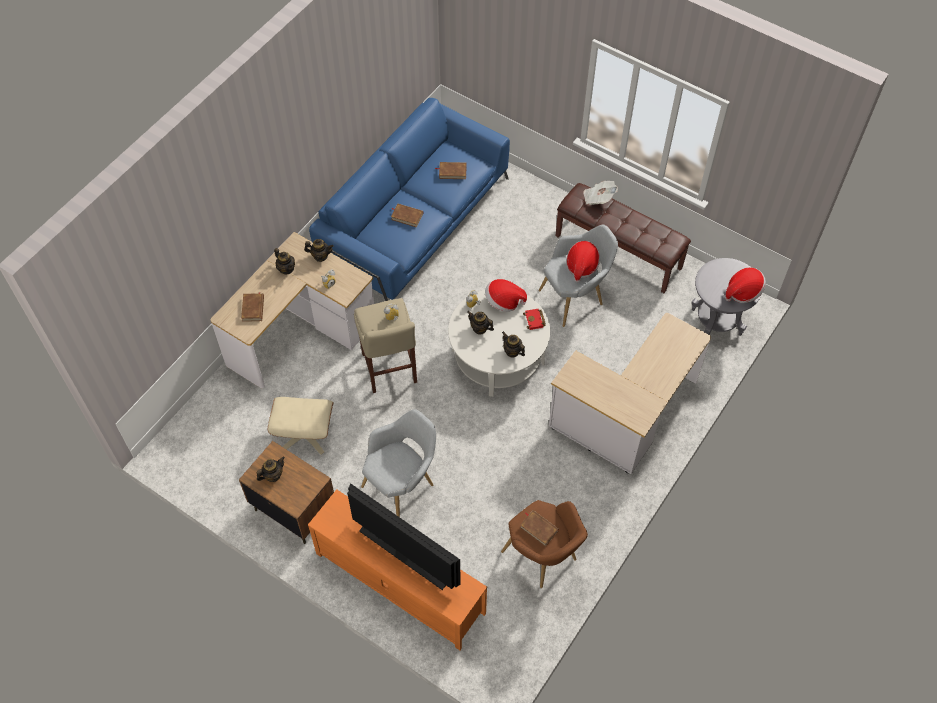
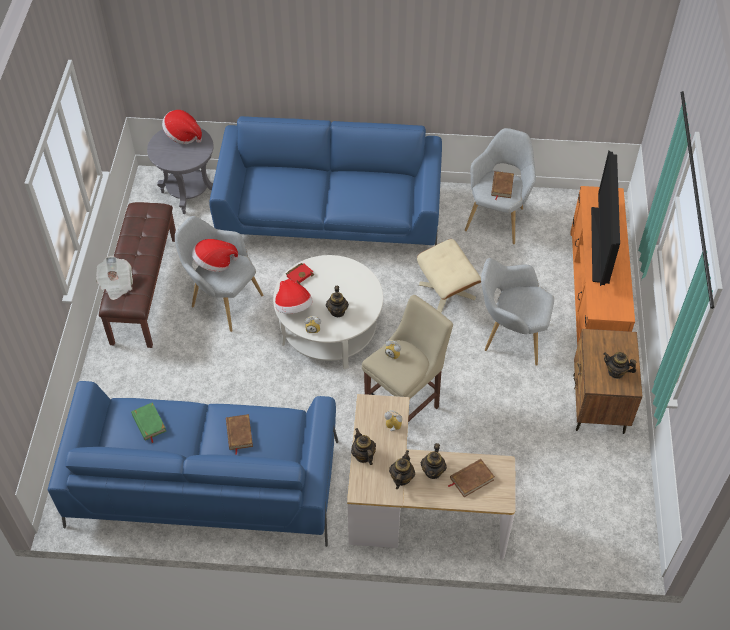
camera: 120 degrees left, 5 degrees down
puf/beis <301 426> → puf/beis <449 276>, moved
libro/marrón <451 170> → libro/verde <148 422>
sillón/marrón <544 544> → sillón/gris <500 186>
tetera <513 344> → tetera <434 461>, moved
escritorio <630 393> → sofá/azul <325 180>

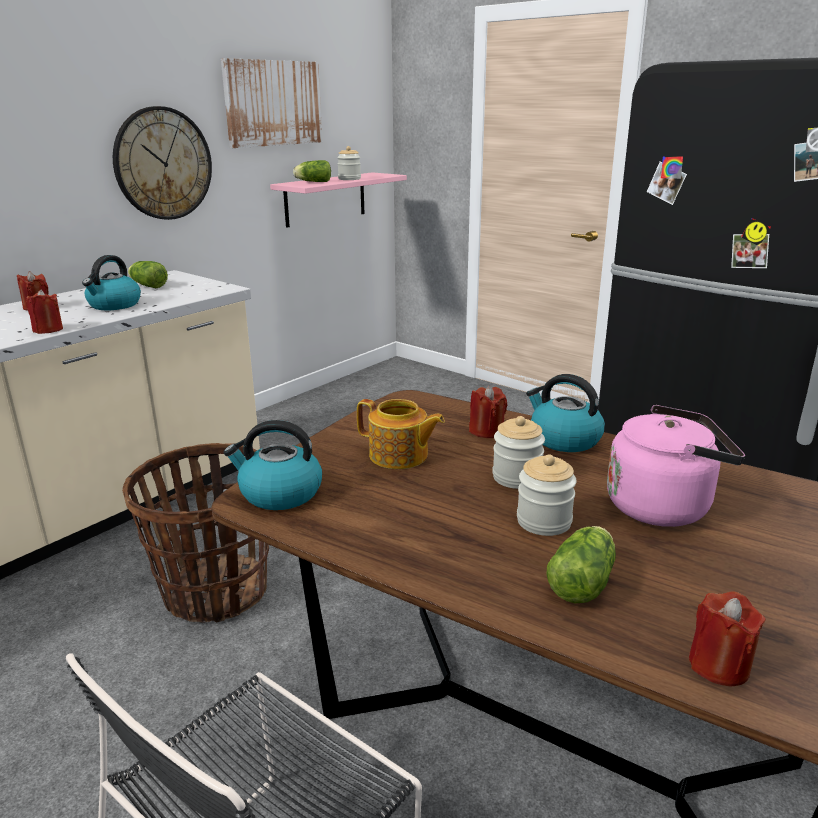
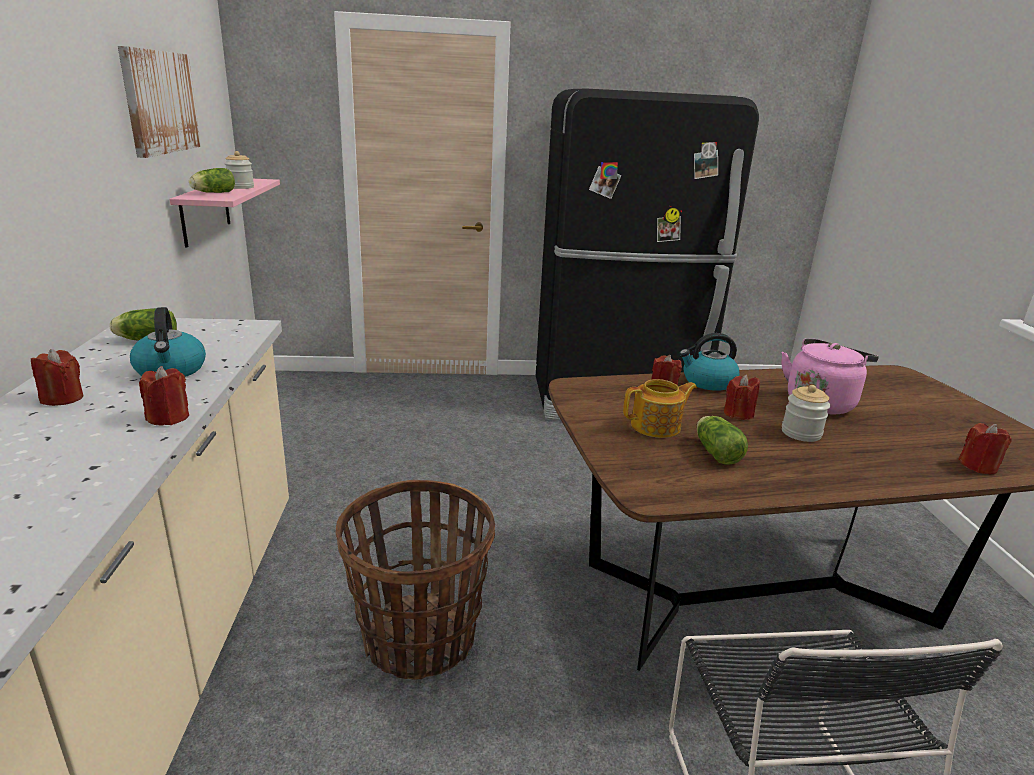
camera: 45 degrees left, 0 degrees up
reloj de pared <162 163> → -
hervidor <273 465> → -
tarro <518 452> → vela/rojo <742 397>
lechuga <581 564> → lechuga <722 440>, moved

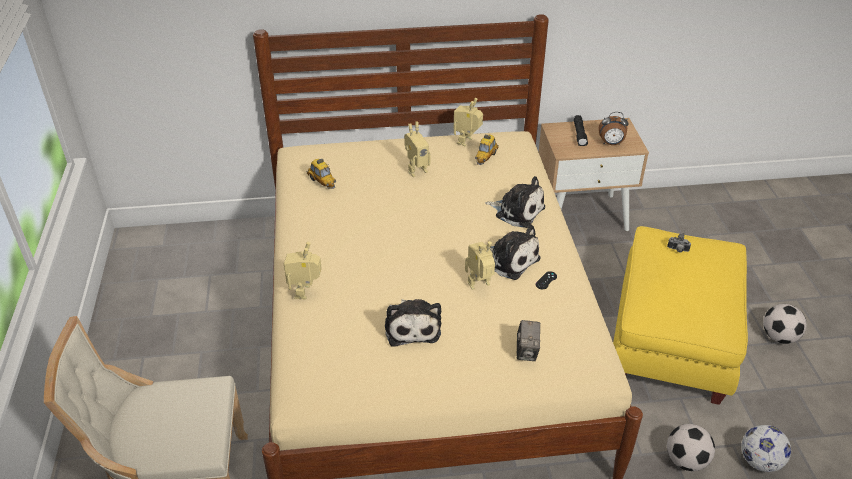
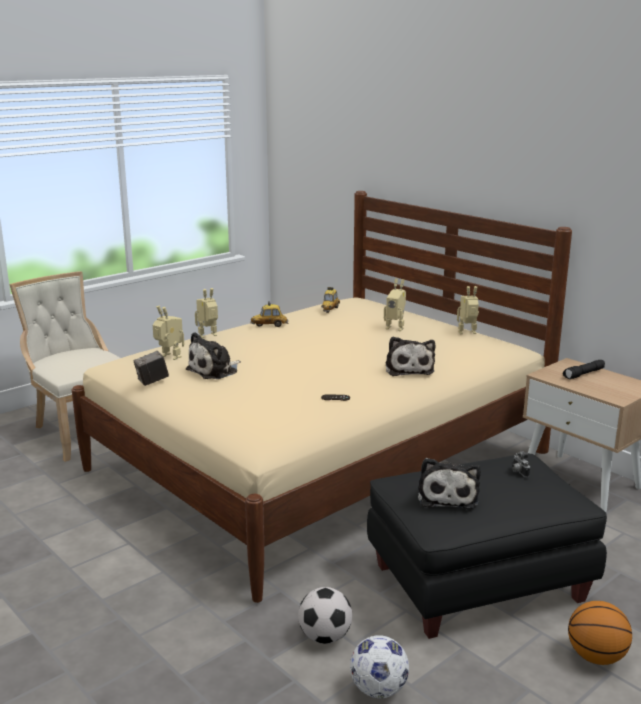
camera: 55 degrees right, 20 degrees down
robot de juguete <480 265> → robot de juguete <168 333>, moved
coche de juguete <487 150> → coche de juguete <269 314>, moved
peluche <515 252> → peluche <449 483>, moved
cámara <528 340> → cámara <151 368>, moved
despertador <614 128> → -
puf/amarillo <680 315> → puf/negro <487 546>
balón de fútbol <785 324> → balón de baloncesto <600 633>

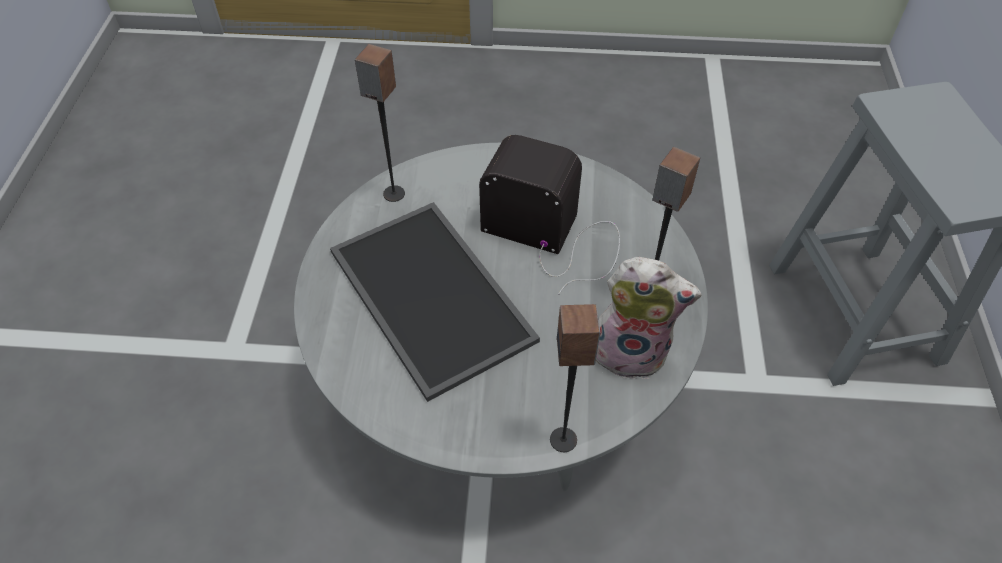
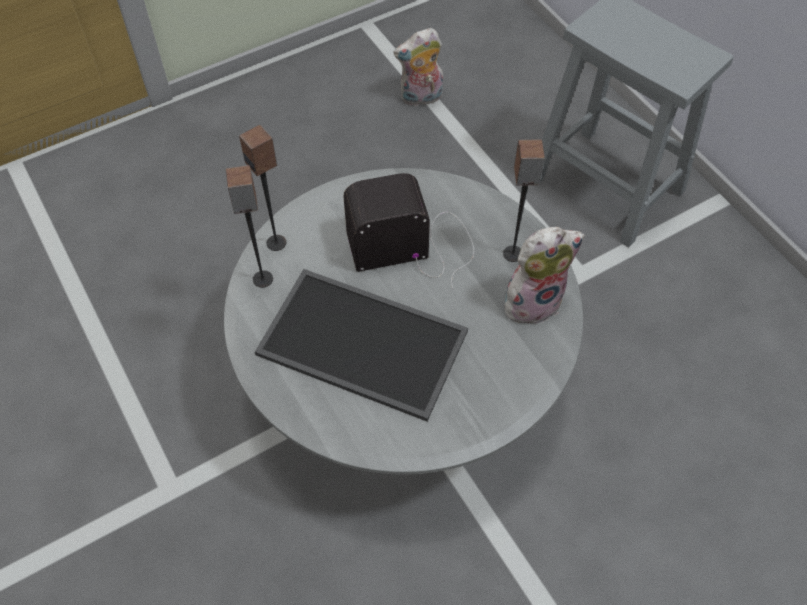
camera: 35 degrees left, 5 degrees up
altavoz <575 378> → altavoz <262 188>, moved
- → peluche <418 67>

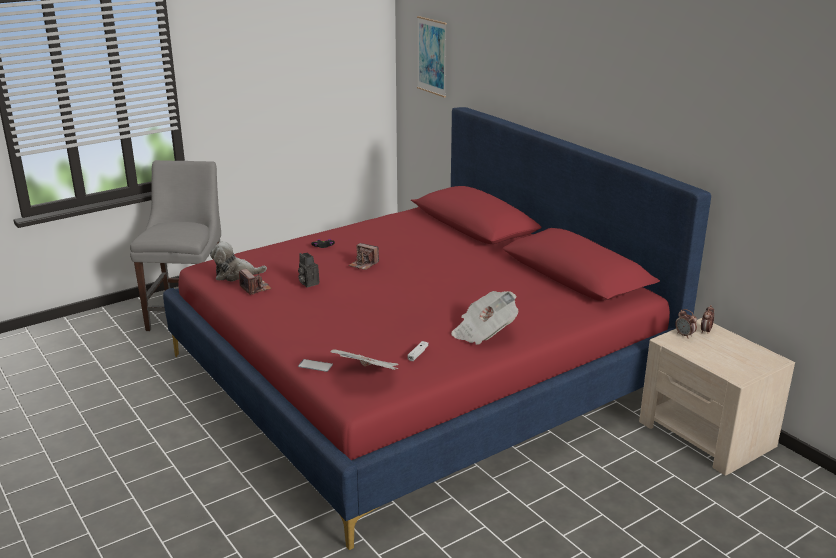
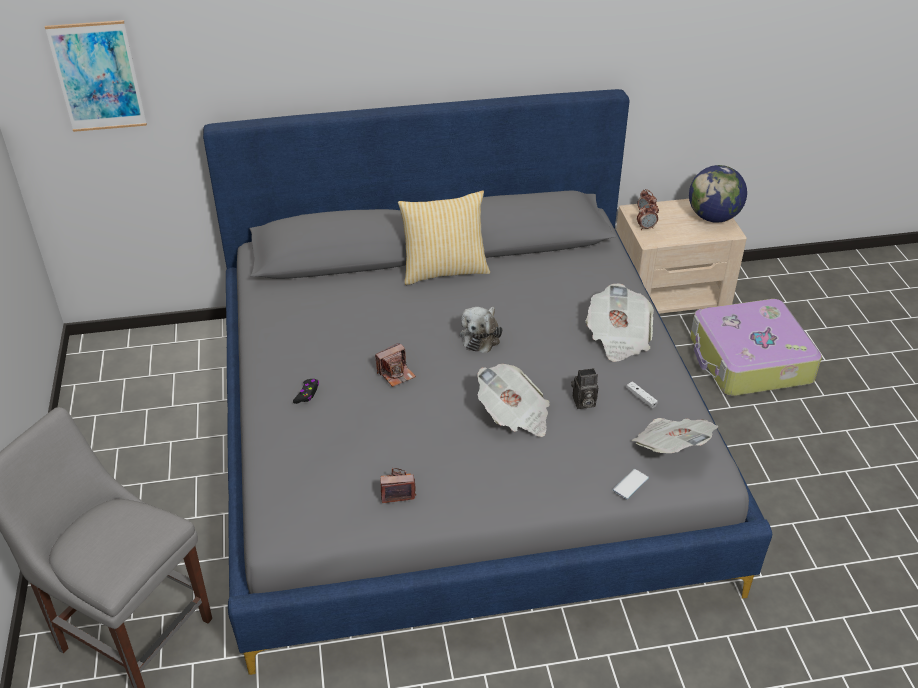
camera: 65 degrees left, 15 degrees up
cama/rojo <437 328> → cama/gris <487 382>
peluche <238 261> → peluche <481 329>, moved
cámara <308 270> → cámara <584 388>, moved
- → cojín <444 237>
- → periódico <513 400>
- → globo terráqueo <718 194>
- → maleta <756 347>

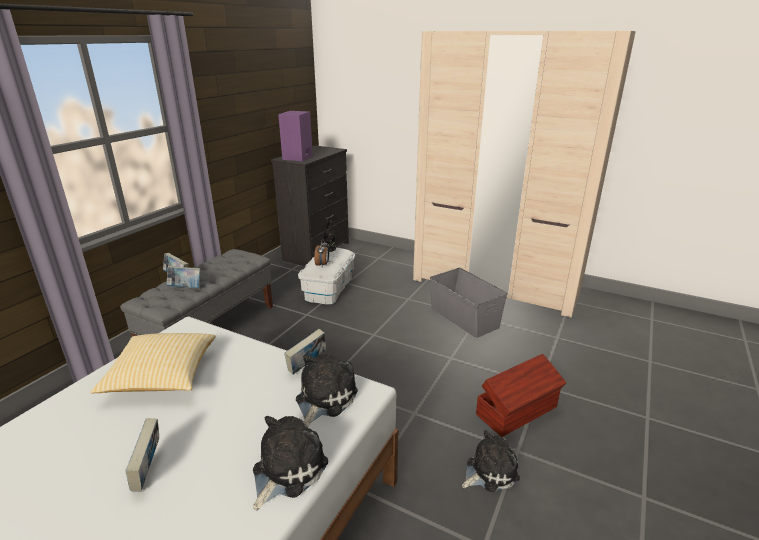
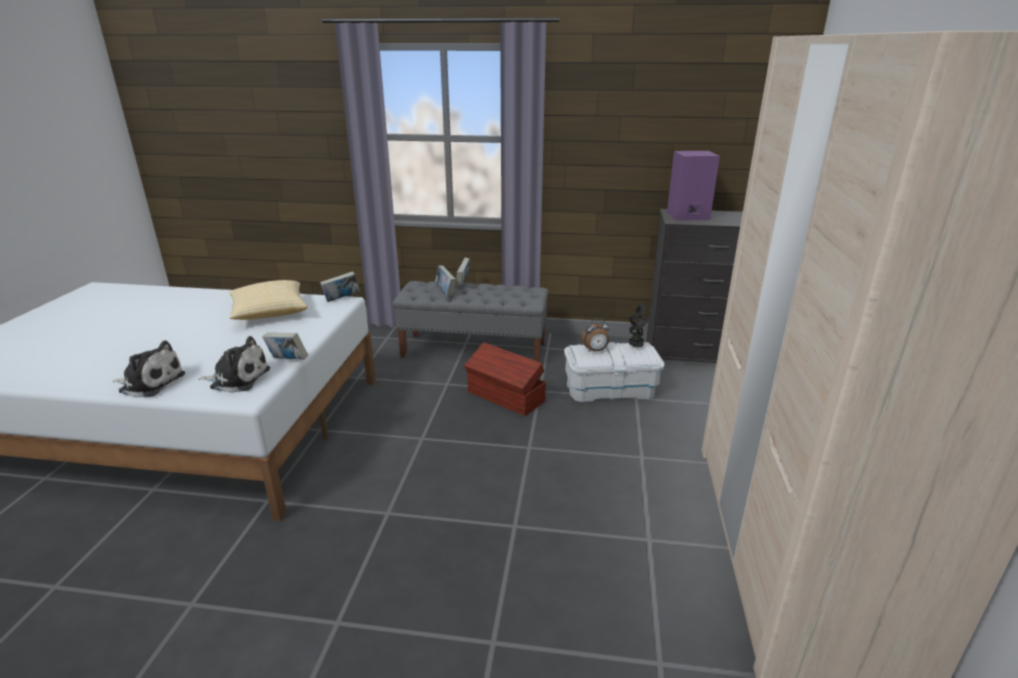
camera: 70 degrees right, 0 degrees up
libro <142 455> → libro <340 286>, moved
caja de almacenaje/gris <469 303> → -
peluche <491 461> → -
caja de almacenaje/marrón <521 395> → caja de almacenaje/marrón <505 379>, moved

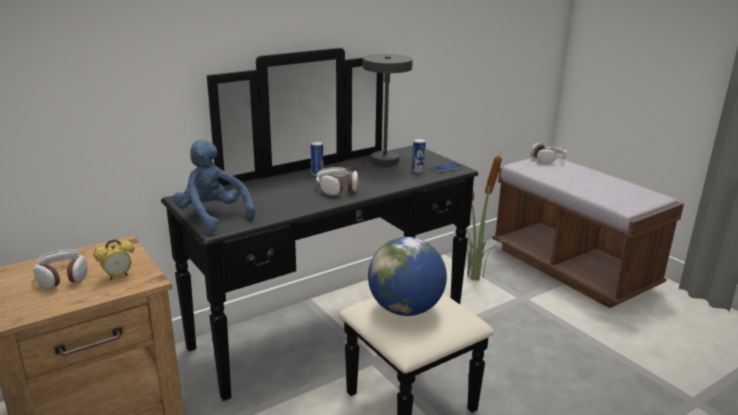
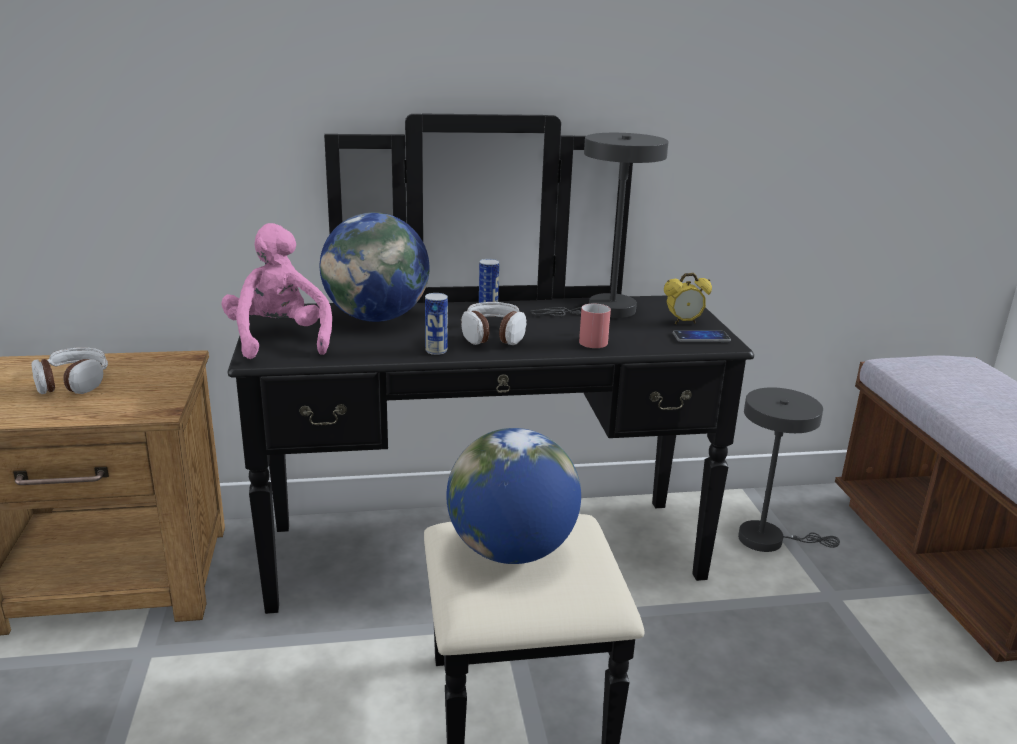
camera: 25 degrees right, 0 degrees up
despertador <113 259> → despertador <688 298>, moved
peluche/azul <214 185> → peluche/rosa <276 291>
lata <419 156> → lata <436 324>, moved
planta en maceta <479 214> → lámpara de mesa/gris <789 469>
auriculares <549 153> → -
- → globo terráqueo <374 267>
- → taza grande/rojo <595 325>

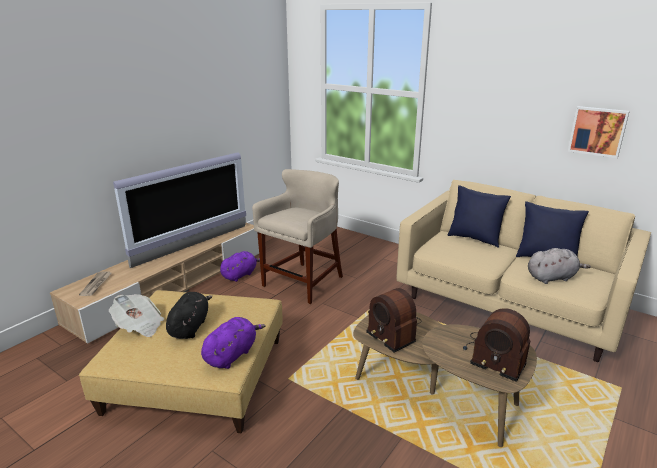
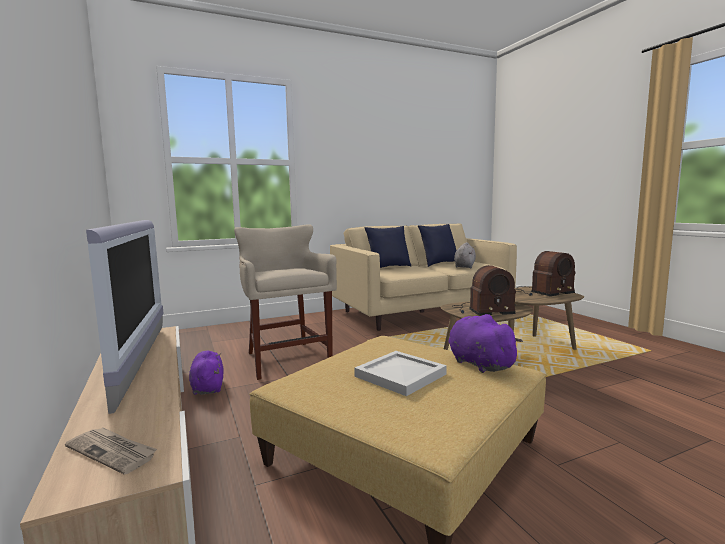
camera: 60 degrees left, 15 degrees down
periódico <136 315> → -
peluche/negro <189 315> → bandeja/blanco <400 373>
cuadro <599 132> → -

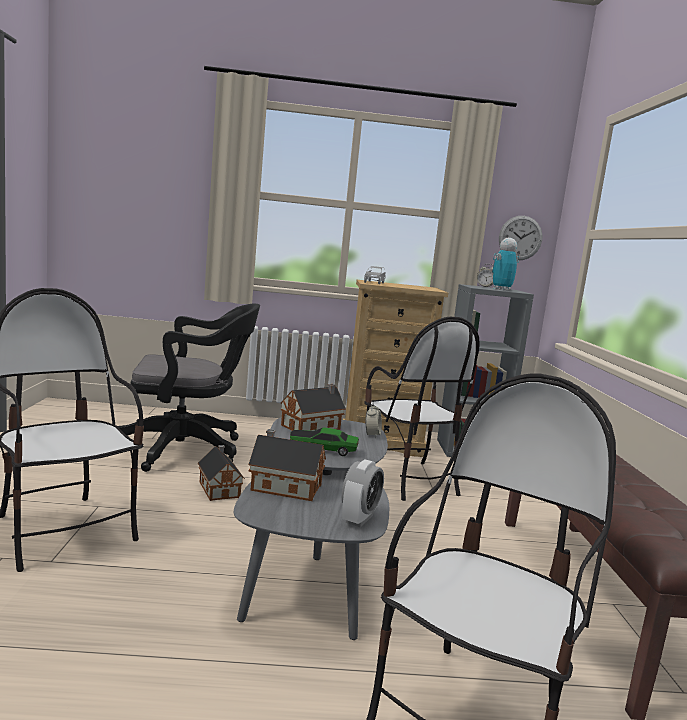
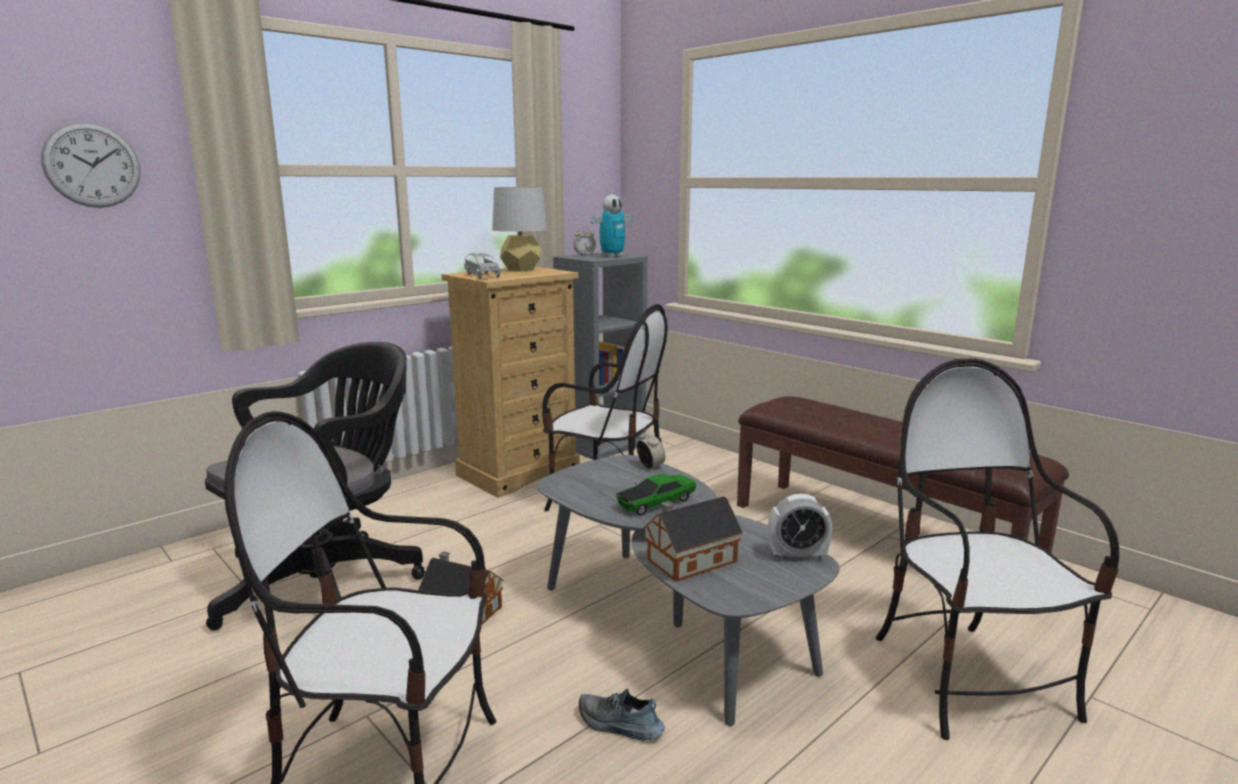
camera: 40 degrees left, 5 degrees up
casita <313 407> → -
despertador <363 493> → despertador <800 527>, 105 degrees clockwise
robot de juguete <505 264> → robot de juguete <612 226>, 135 degrees counterclockwise
reloj de pared <520 238> → reloj de pared <91 165>, moved
- → lámpara de mesa/gris <519 229>
- → zapato <622 715>

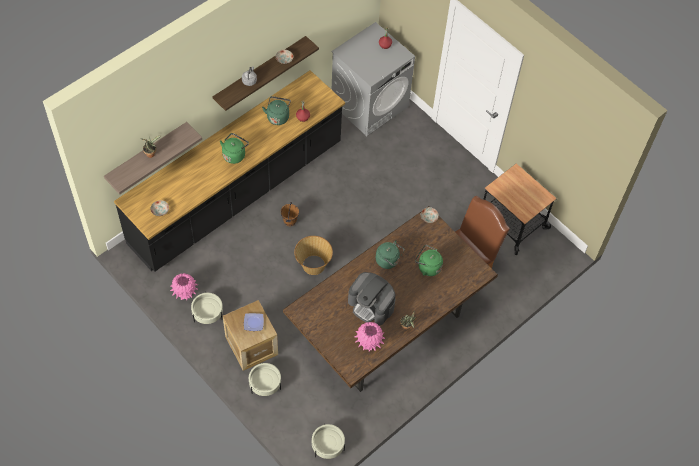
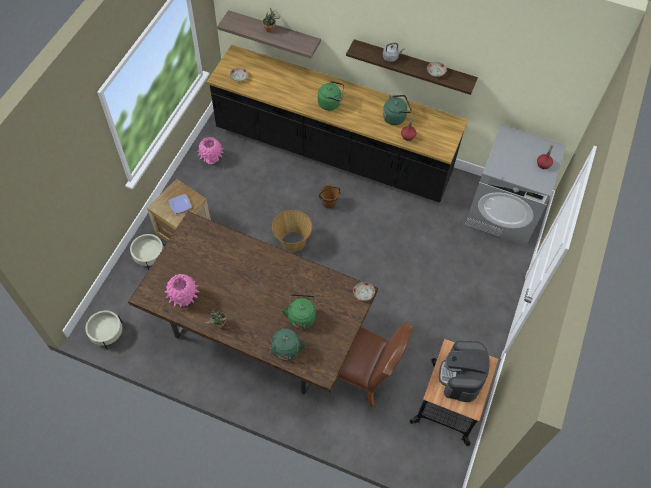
camera: 65 degrees right, 0 degrees up
maceta/beis <207 308> → -
cafetera <371 298> → cafetera <464 371>, moved
hervidor/verde <390 254> → hervidor/verde <288 344>, moved

